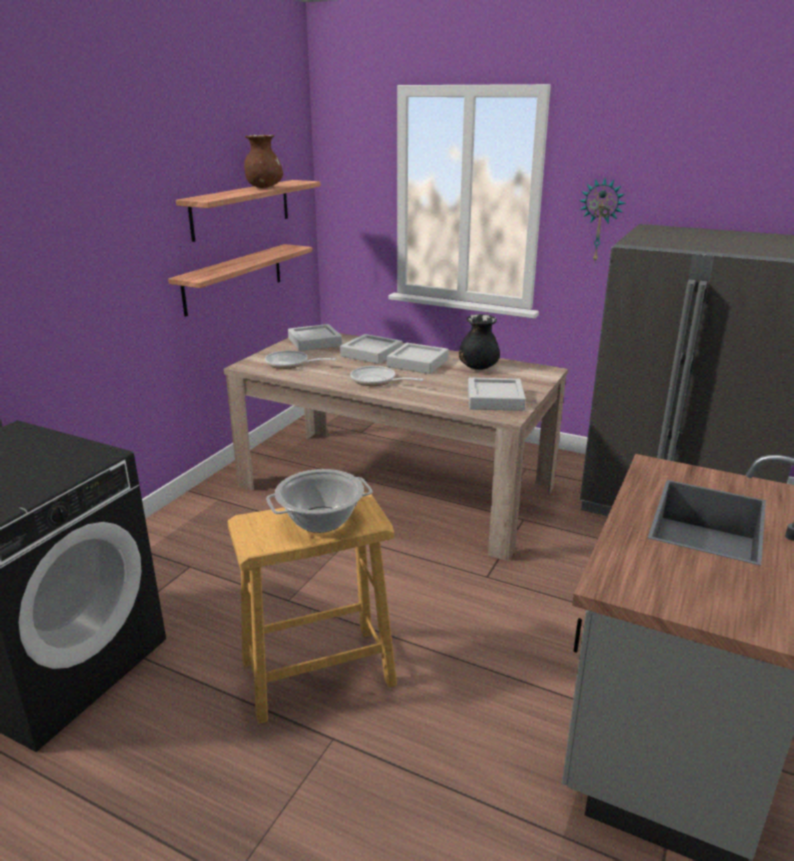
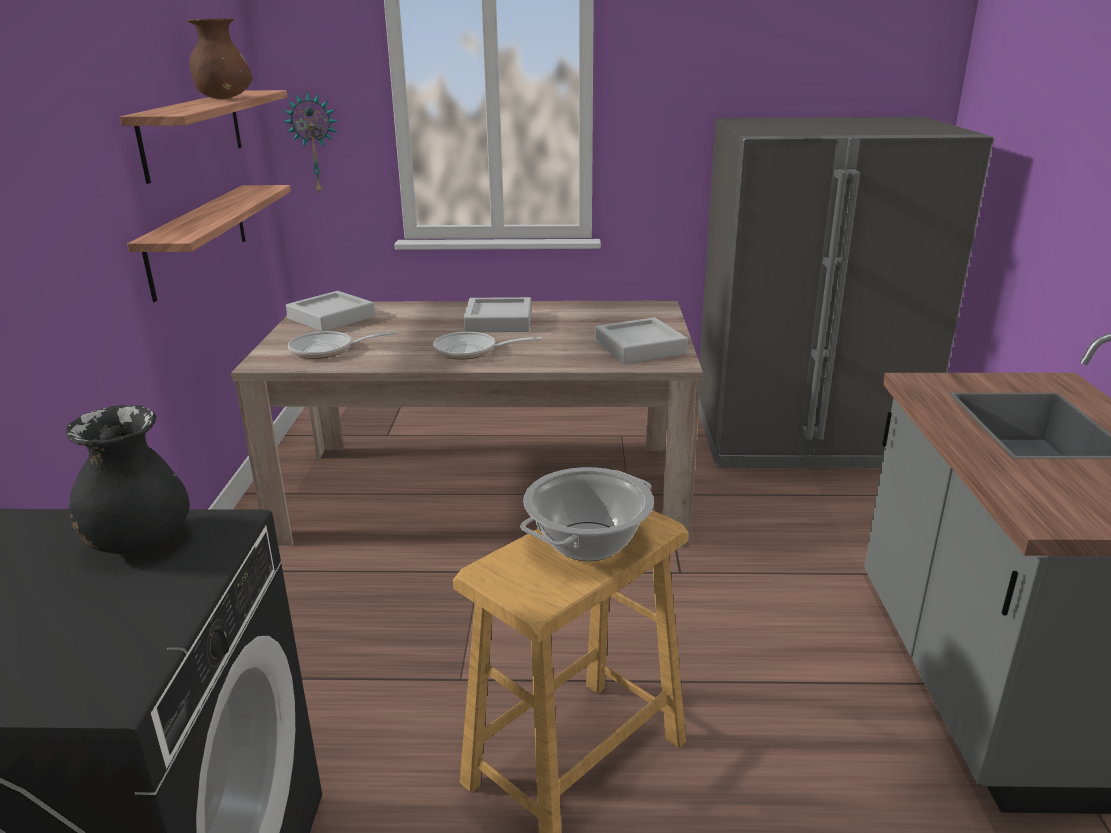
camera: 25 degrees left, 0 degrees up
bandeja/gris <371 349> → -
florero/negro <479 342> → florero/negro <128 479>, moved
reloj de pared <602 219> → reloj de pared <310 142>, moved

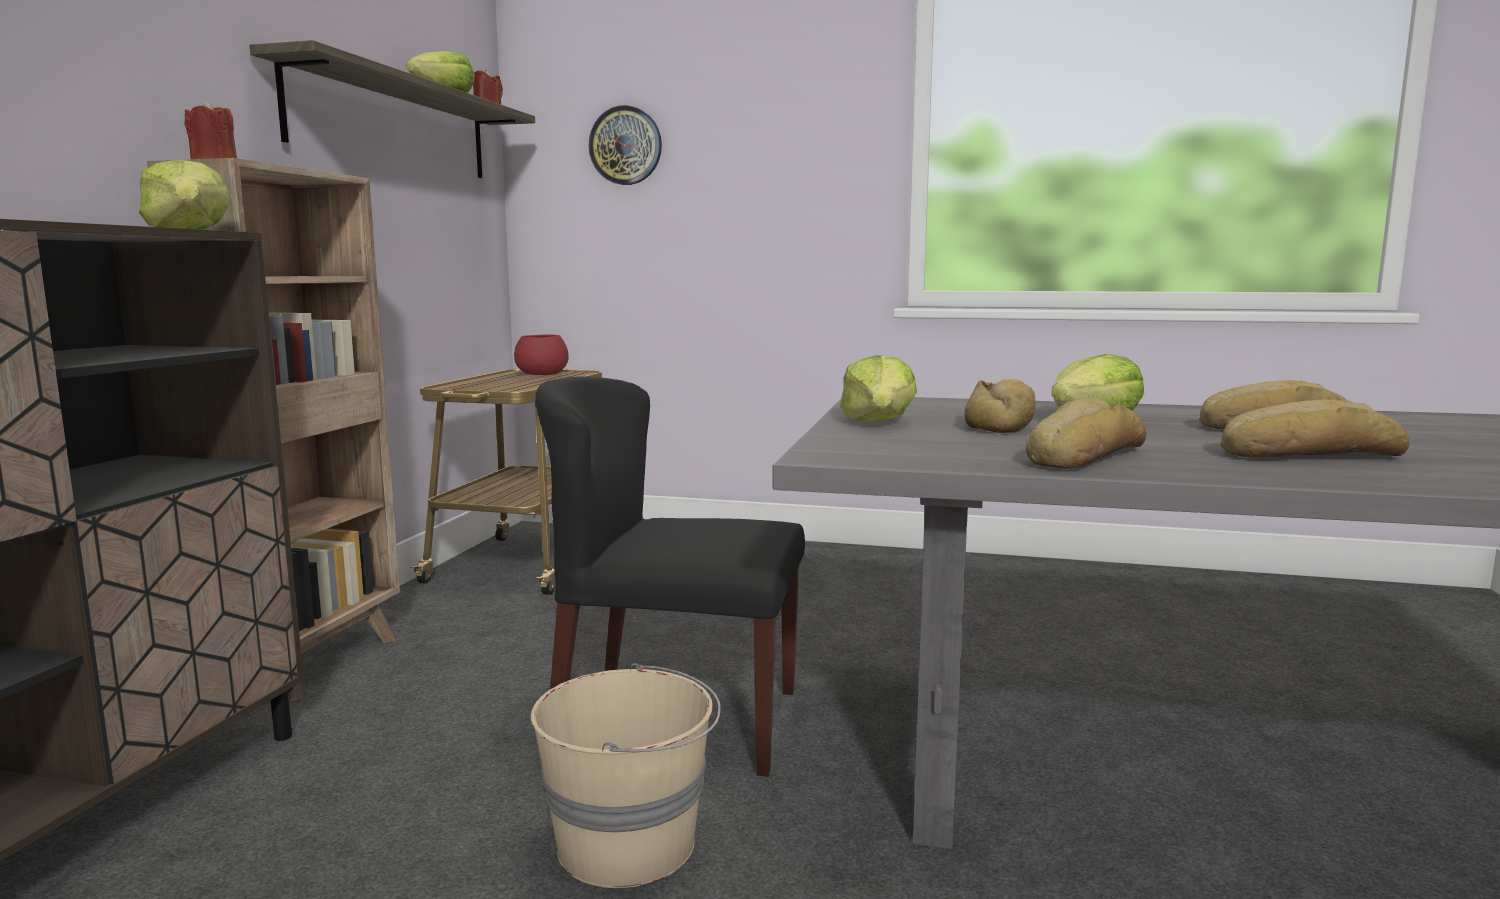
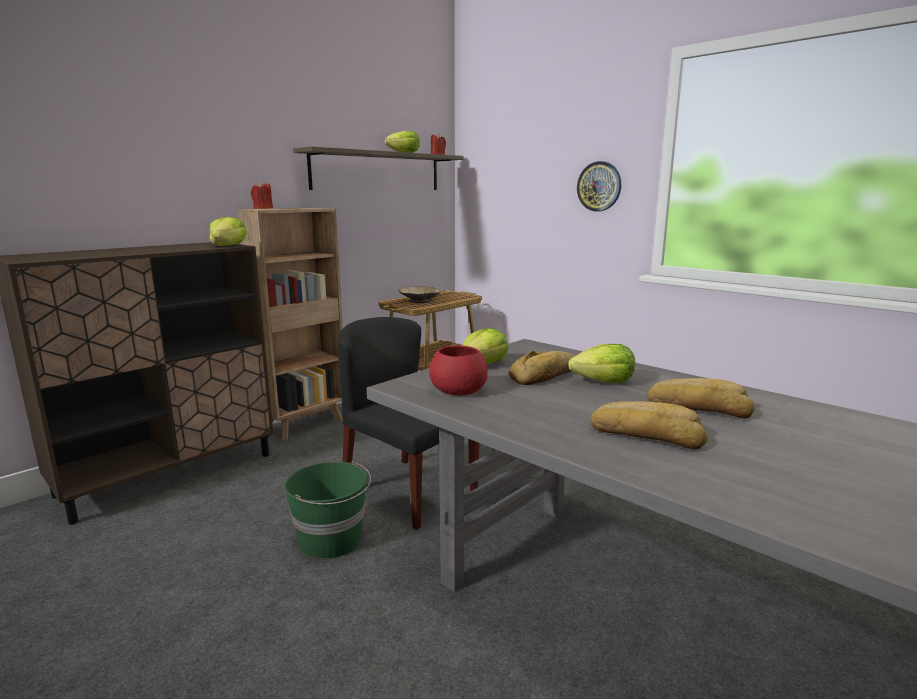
camera: 30 degrees right, 5 degrees up
cuenco/rojo <541 354> → cuenco/rojo <458 371>, moved
cubo/beis <626 775> → cubo/verde <327 510>
reloj de pared <625 145> → reloj de pared <599 186>, moved
pan <1086 433> → -
- → cuenco/beis <419 294>

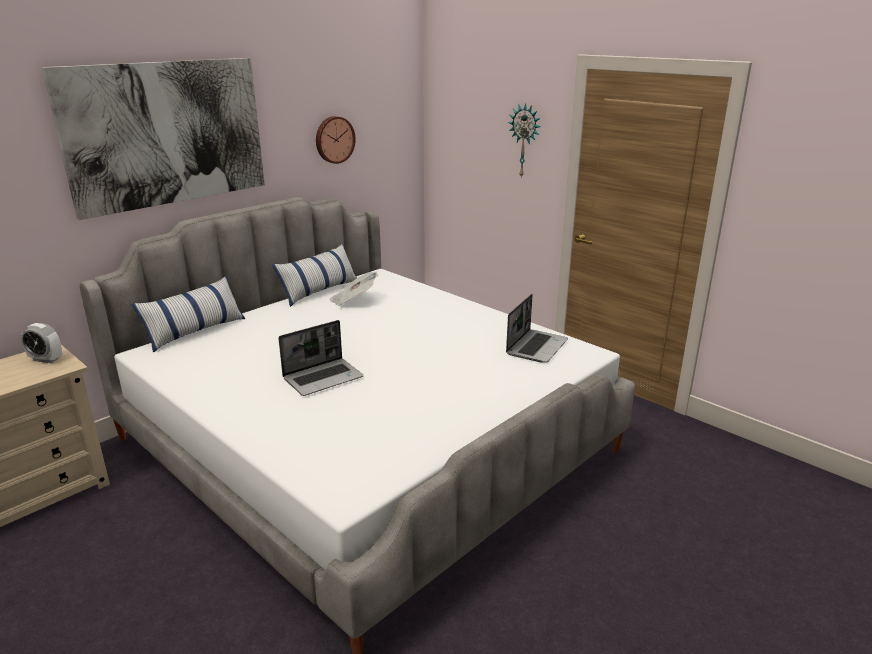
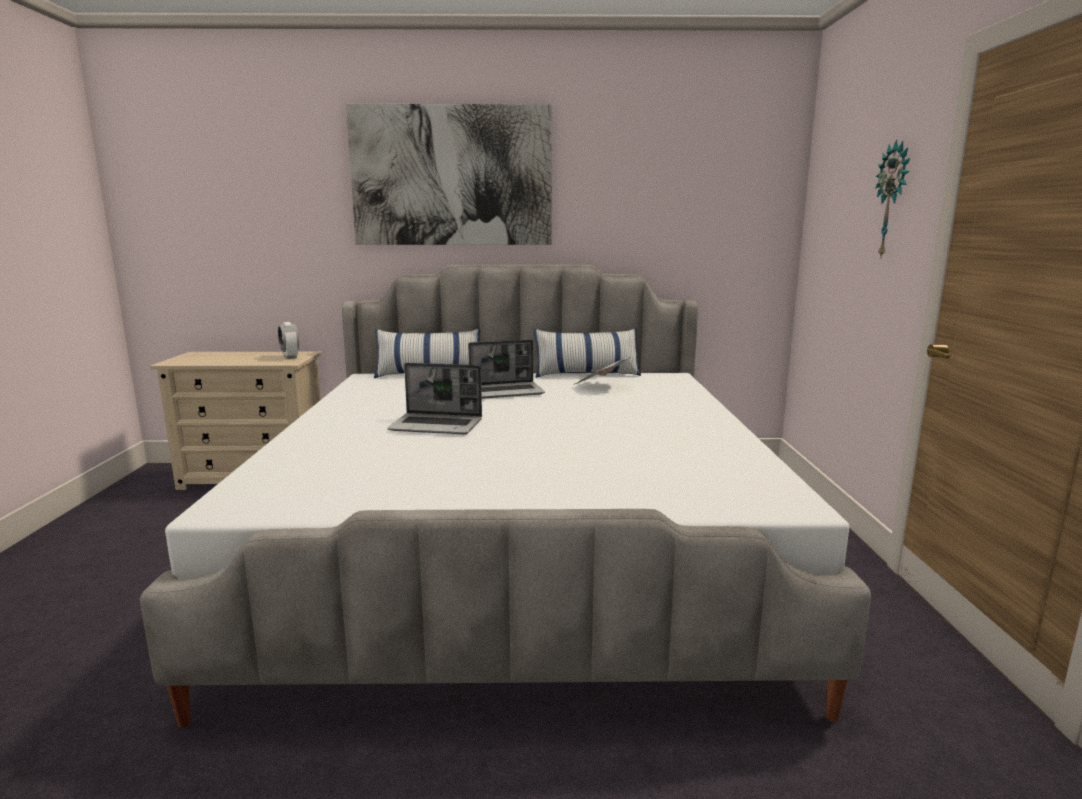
camera: 45 degrees right, 10 degrees down
reloj de pared <336 140> → -
portátil <537 328> → portátil <506 369>, moved

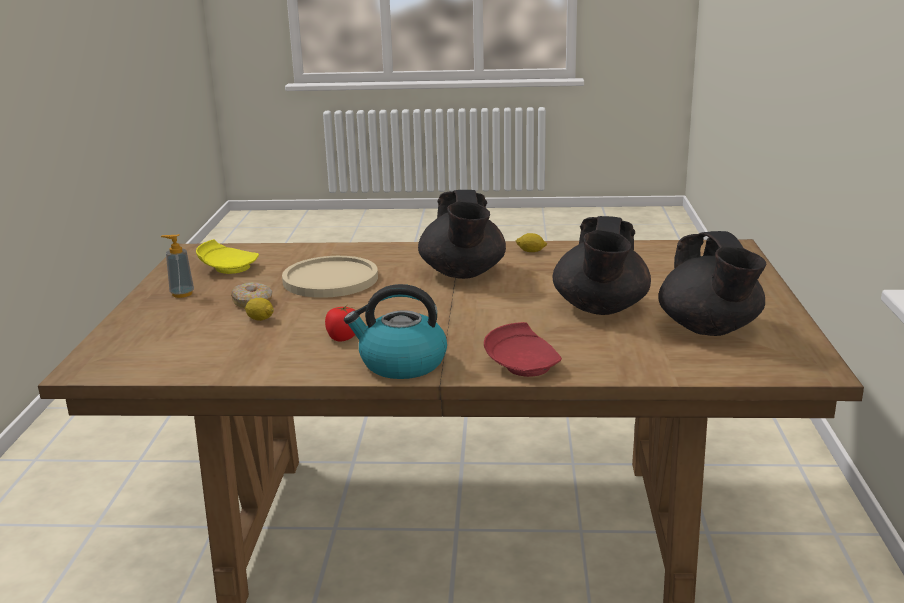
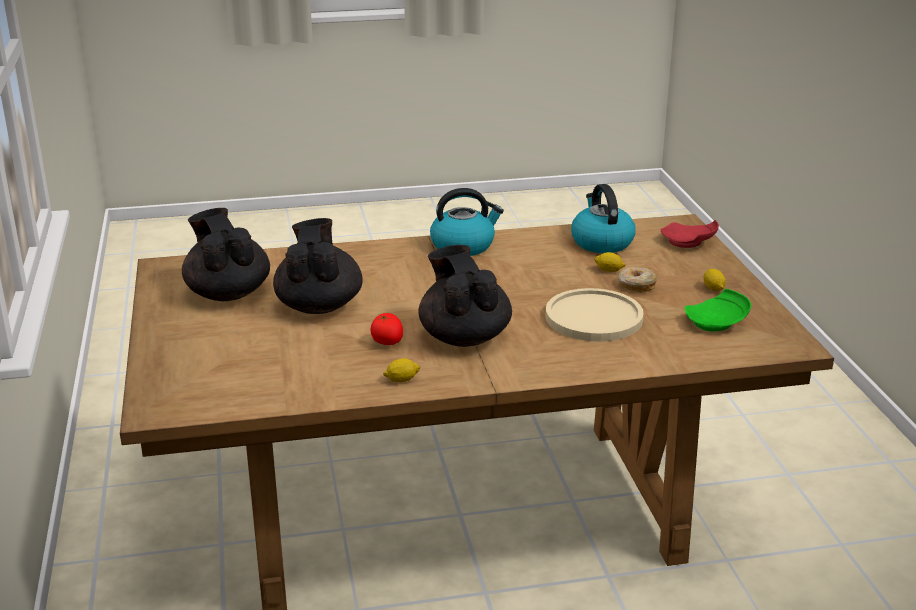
camera: 165 degrees right, 5 degrees up
dispensador de jabón <177 266> → limón <715 280>
plato/amarillo <227 256> → plato/verde <718 310>
tomate <340 323> → tomate <386 329>, moved
plato/rojo <523 349> → plato/rojo <690 234>, moved
- → hervidor <603 218>

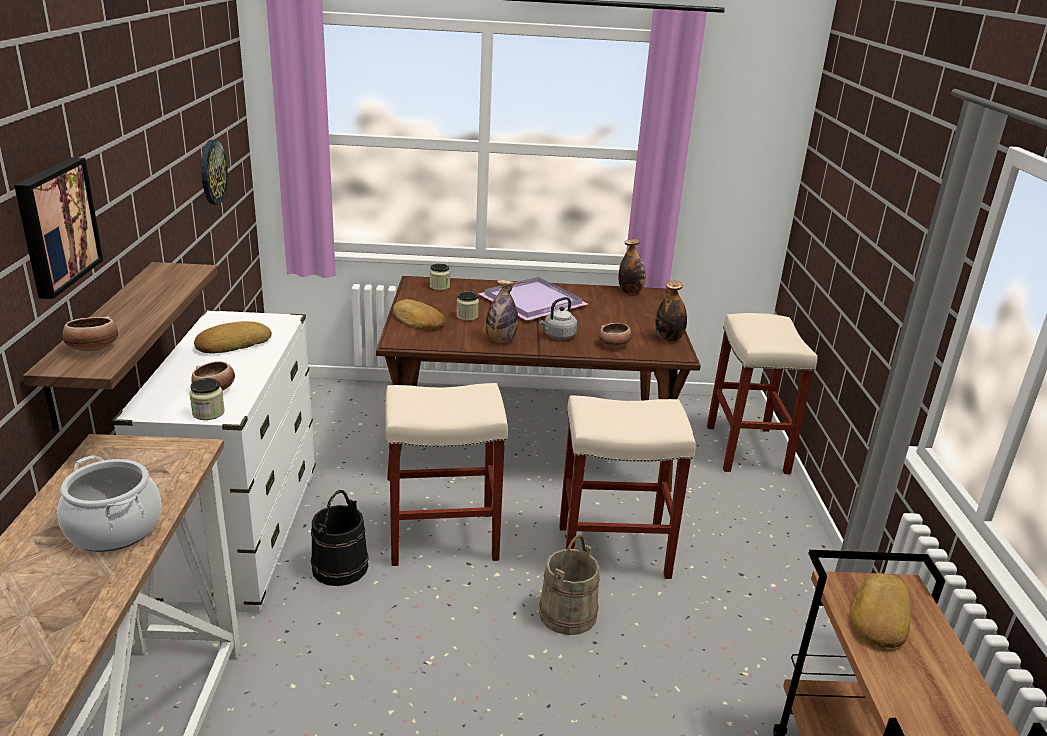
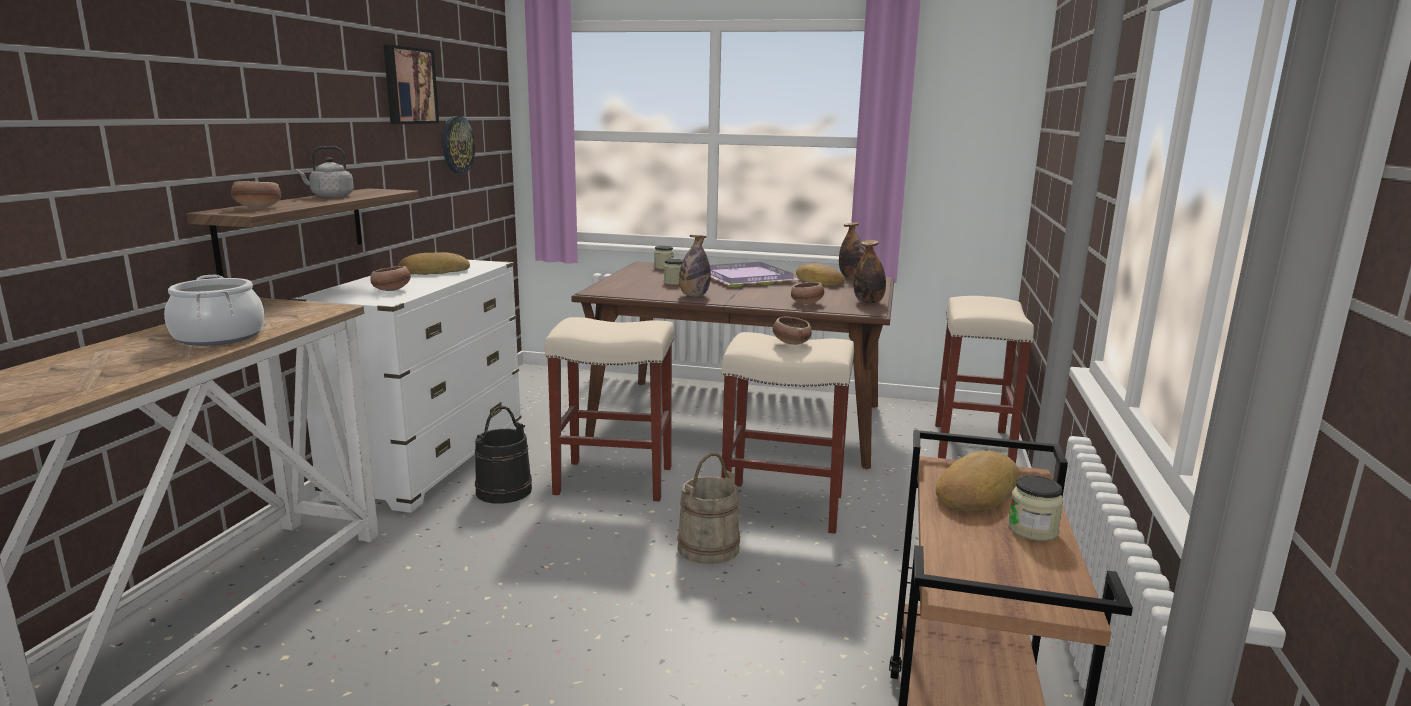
camera: 15 degrees right, 10 degrees down
cuadro <58 228> → cuadro <411 84>, moved
tarro <207 399> → tarro <1035 508>, moved
pan <419 314> → pan <820 275>, moved
hervidor/gris <558 318> → hervidor/gris <325 172>, moved
- → cuenco <792 331>

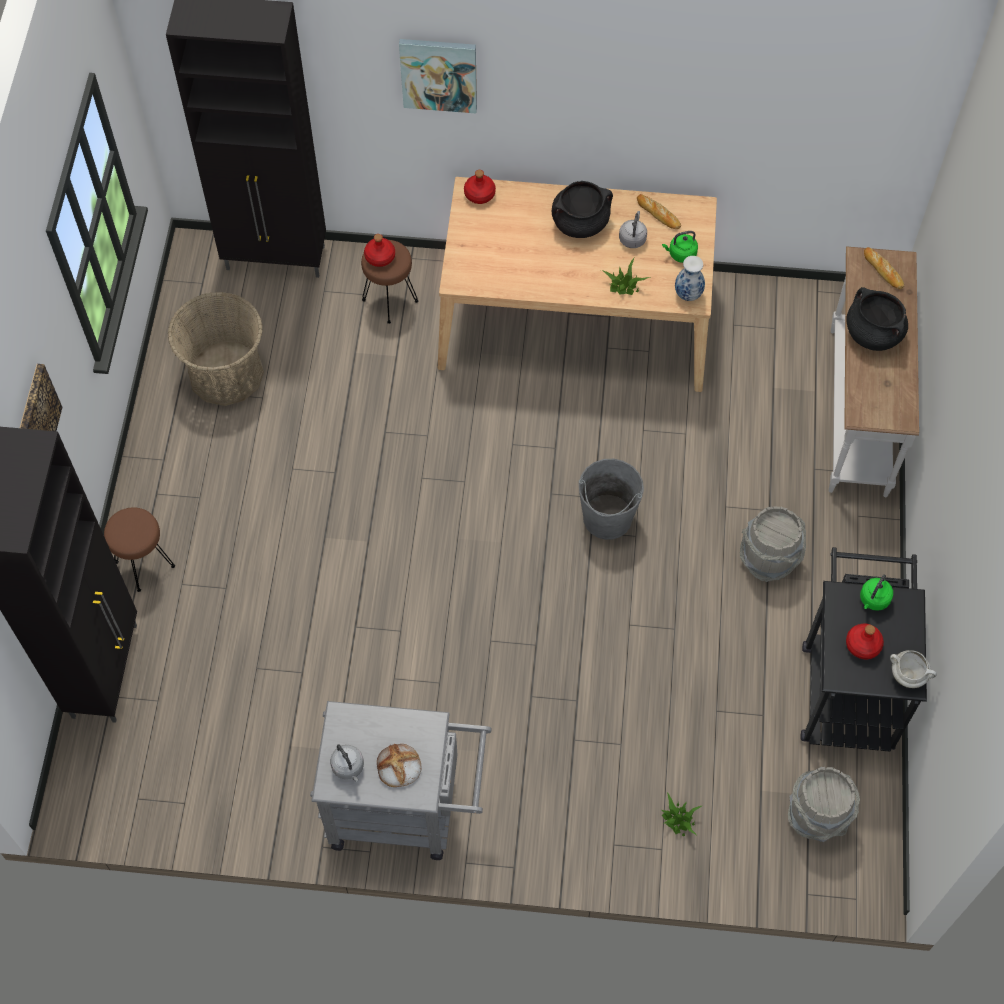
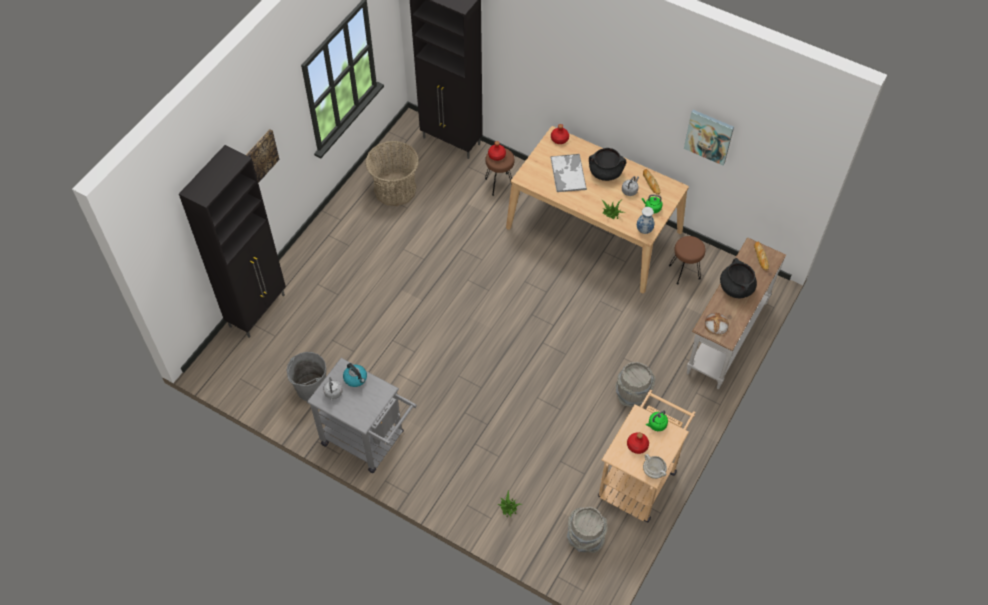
camera: 25 degrees right, 5 degrees down
taburete/marrón <139 549> → taburete/marrón <687 260>, moved
pan <399 765> → pan <717 324>, moved
cuadro <438 76> → cuadro <709 137>, moved
cubo/gris <611 499> → cubo/gris <306 376>, moved
carrito/negro <863 649> → carrito/beis <646 456>
- → hervidor <355 375>
- → bandeja <568 173>

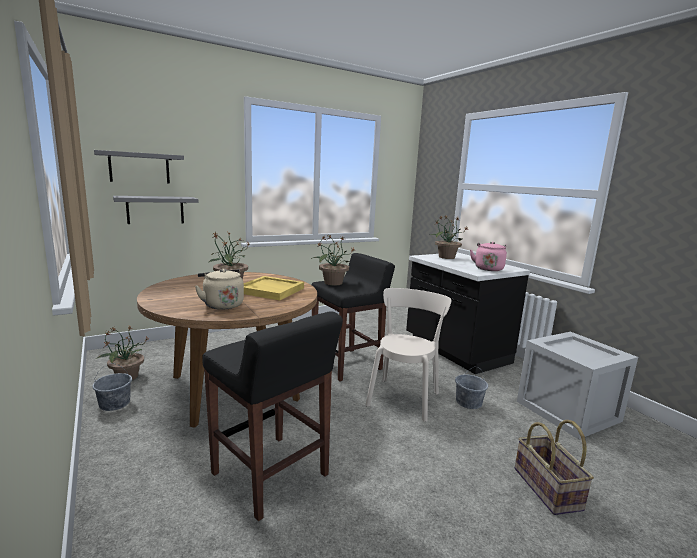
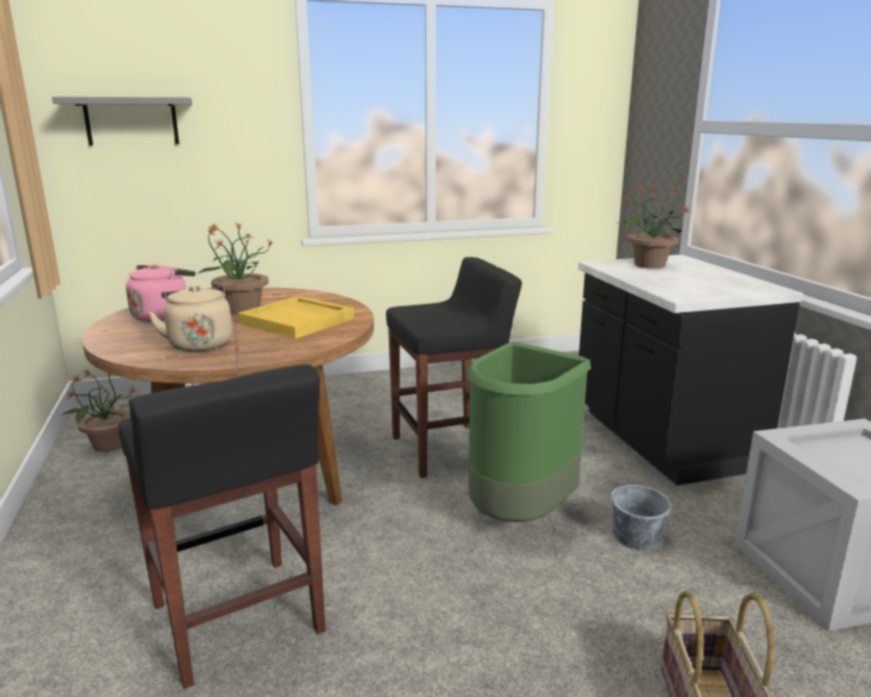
camera: 15 degrees right, 5 degrees up
cubo/gris <112 387> → -
estante/gris <156 210> → -
planta en maceta <333 260> → -
silla/beis <409 355> → papelera/verde <529 432>
hervidor/rosa <488 256> → hervidor/rosa <161 293>, moved

